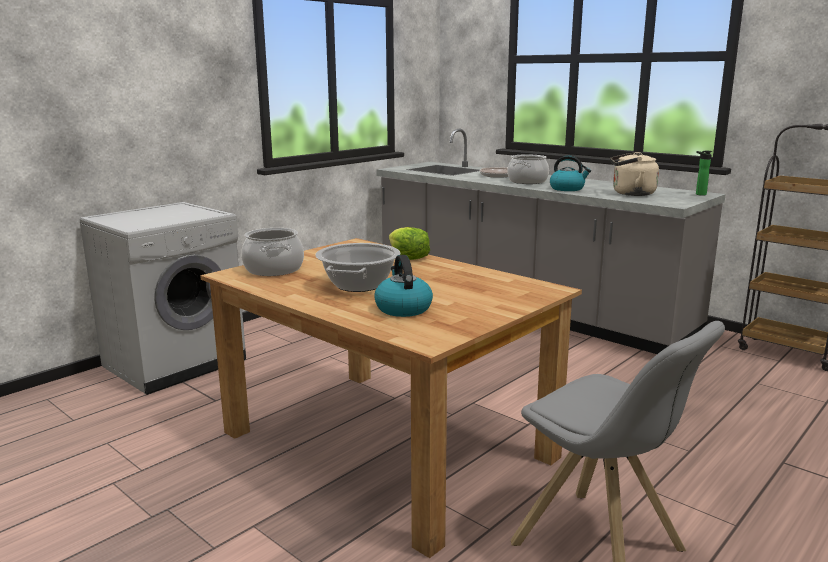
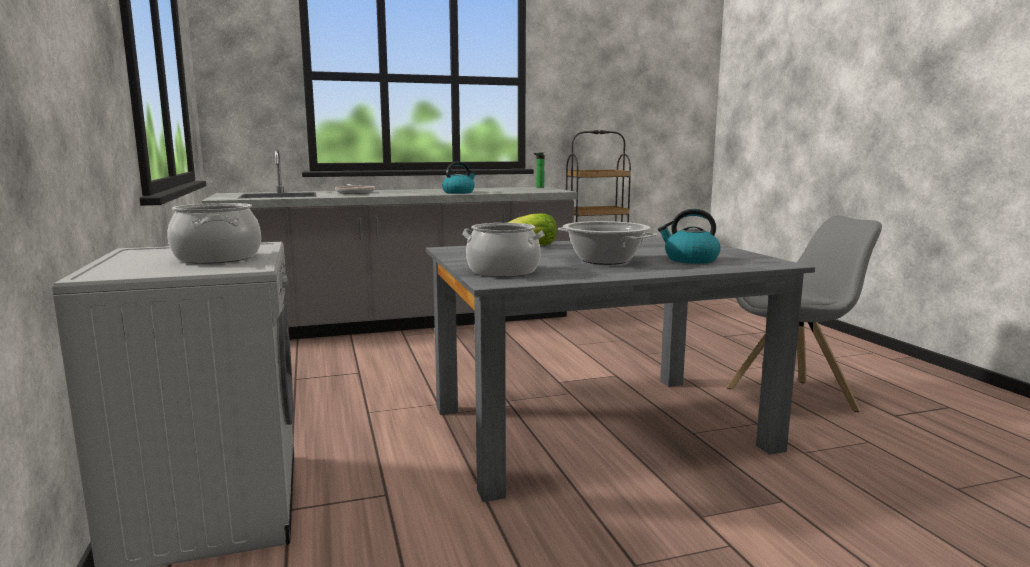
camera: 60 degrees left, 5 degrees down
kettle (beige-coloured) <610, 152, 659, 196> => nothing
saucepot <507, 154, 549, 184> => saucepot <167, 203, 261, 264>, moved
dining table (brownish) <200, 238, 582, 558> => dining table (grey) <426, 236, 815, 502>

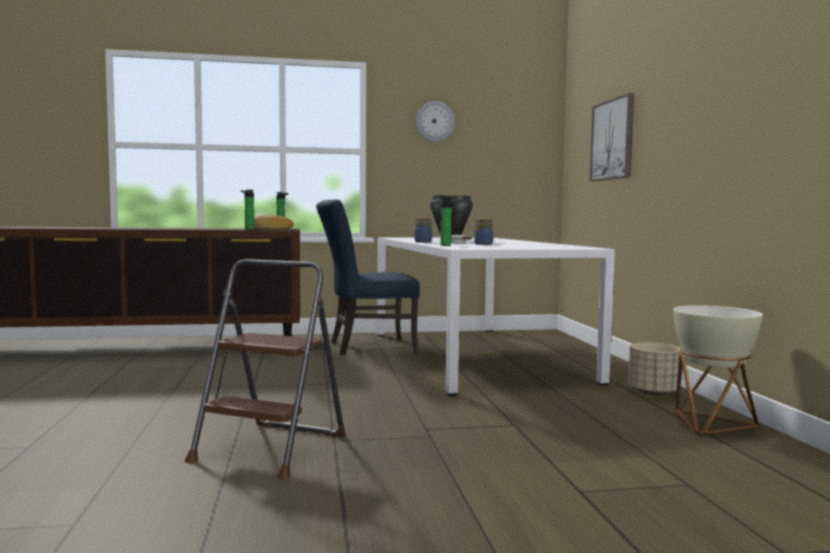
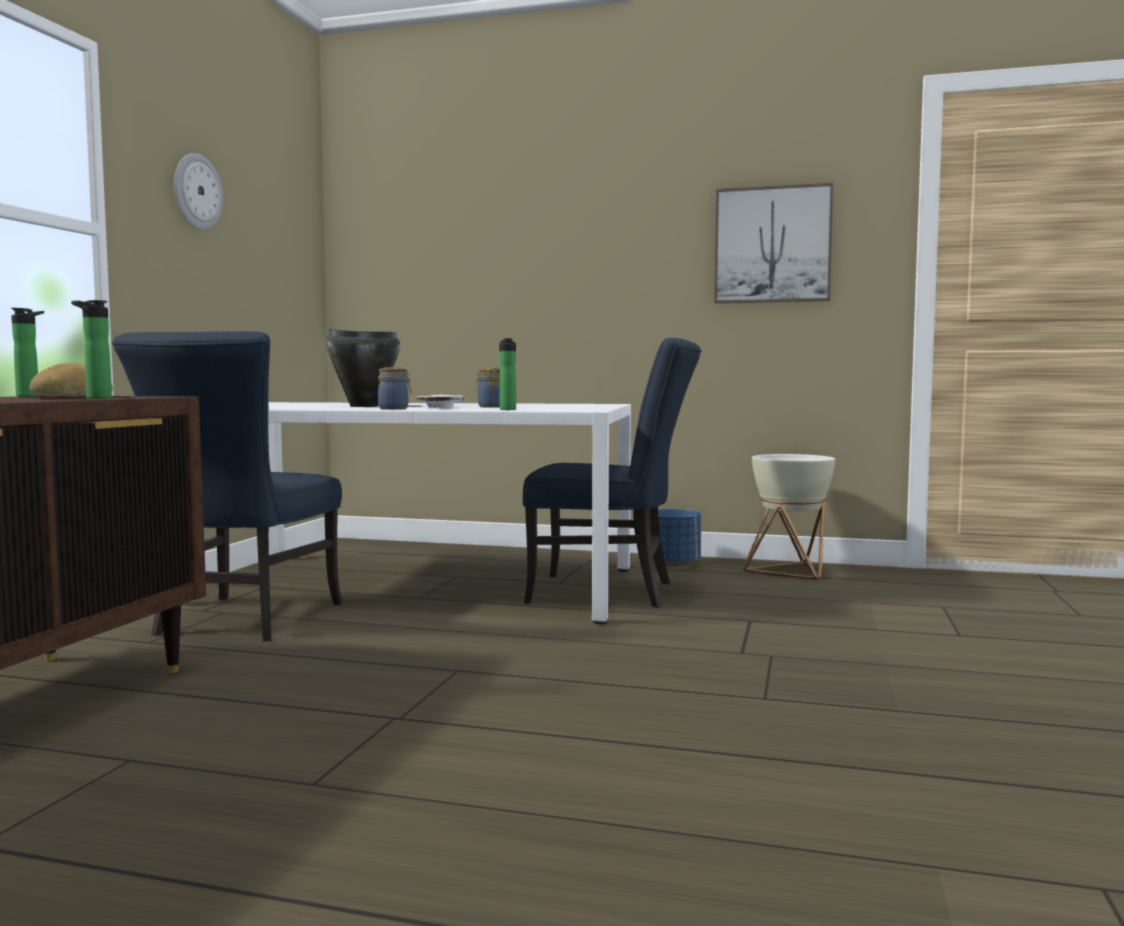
camera: 65 degrees left, 0 degrees up
stepladder (brownish) <184, 259, 345, 480> => nothing
nothing => chair (blue) <523, 338, 702, 608>
wall picture <590, 93, 634, 181> => wall picture <714, 183, 833, 303>, moved
plant pot (beige-coloured) <628, 343, 681, 396> => plant pot (blue) <653, 509, 701, 567>

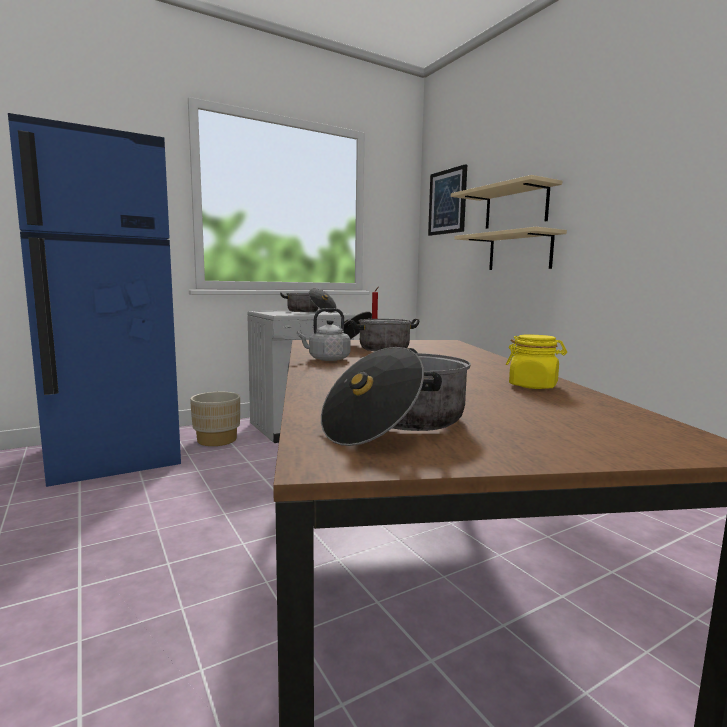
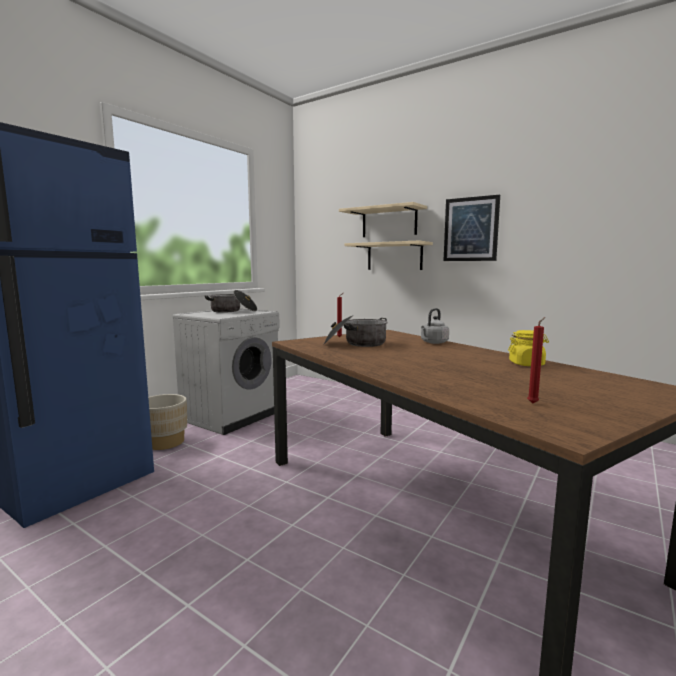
camera: 25 degrees left, 0 degrees up
kettle (grey) <297, 308, 351, 361> => kettle (grey) <421, 308, 449, 344>, moved
wall picture <428, 164, 467, 236> => wall picture <444, 195, 500, 261>, moved
saucepot <321, 347, 471, 446> => candle (red) <527, 317, 546, 403>

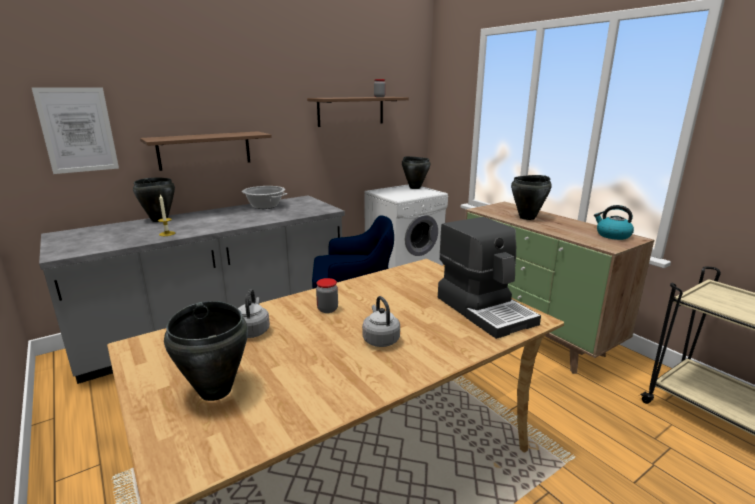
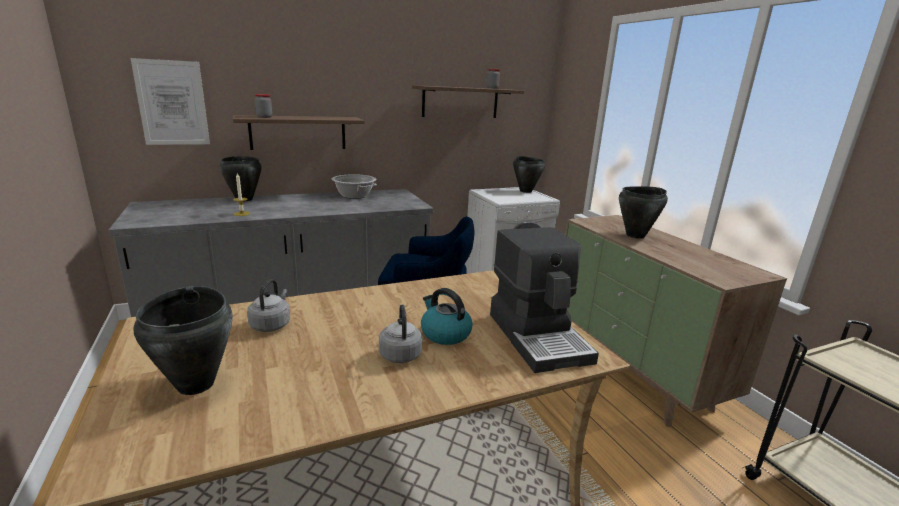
camera: 10 degrees right, 0 degrees up
preserve jar <316, 278, 338, 313> => preserve jar <255, 94, 272, 118>, moved
kettle <594, 205, 634, 240> => kettle <421, 288, 473, 345>, moved

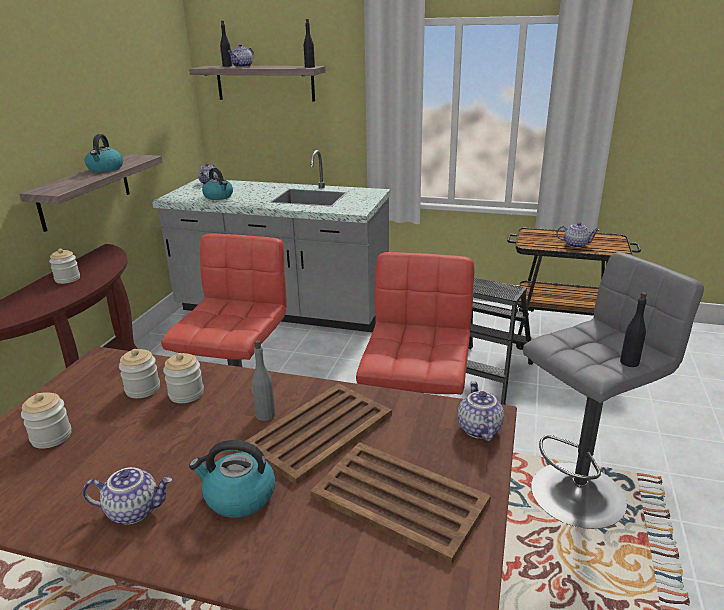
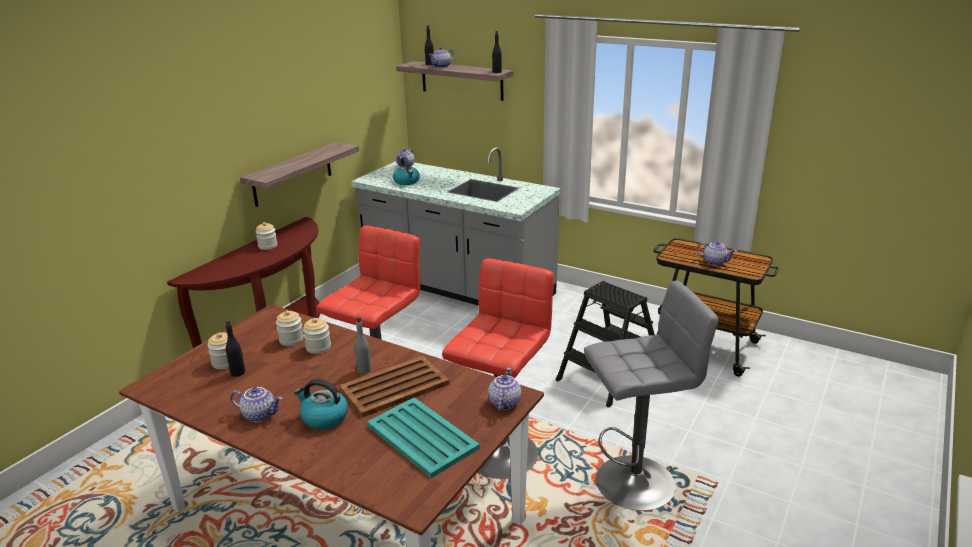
camera: 15 degrees right, 0 degrees up
kettle <85, 134, 123, 172> => nothing
bottle (blackish) <620, 292, 647, 367> => bottle (blackish) <225, 319, 245, 377>, moved
tray (brownish) <311, 442, 491, 565> => tray (blue-green) <367, 397, 480, 478>

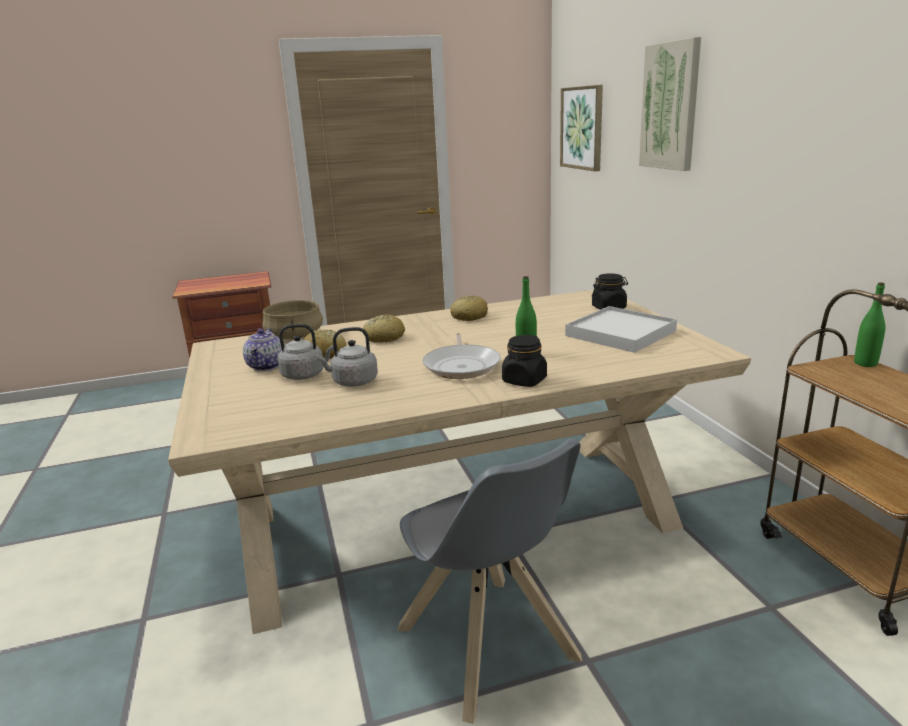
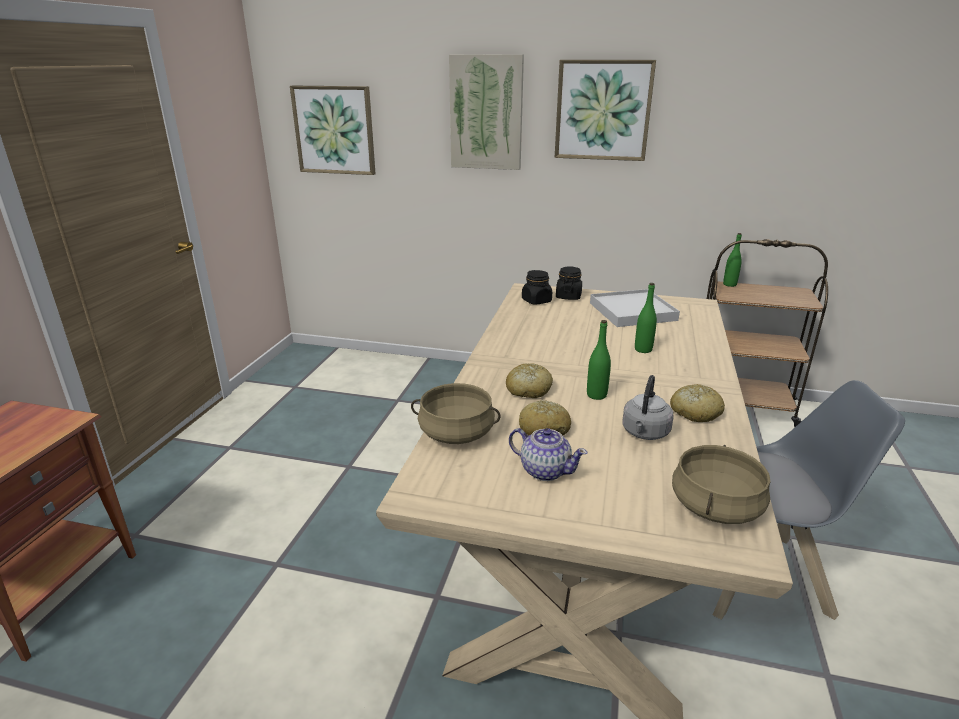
camera: 60 degrees left, 5 degrees up
kettle (grey) <277, 324, 334, 380> => nothing
pan <422, 333, 500, 379> => nothing
nothing => wall picture <555, 60, 656, 161>
nothing => bottle (green) <587, 320, 611, 400>
nothing => saucepot (beige-coloured) <672, 445, 771, 524>
baked bread <450, 296, 488, 321> => baked bread <670, 384, 725, 422>, moved
preserve jar (blackish) <502, 335, 547, 387> => preserve jar (blackish) <522, 270, 552, 305>, moved

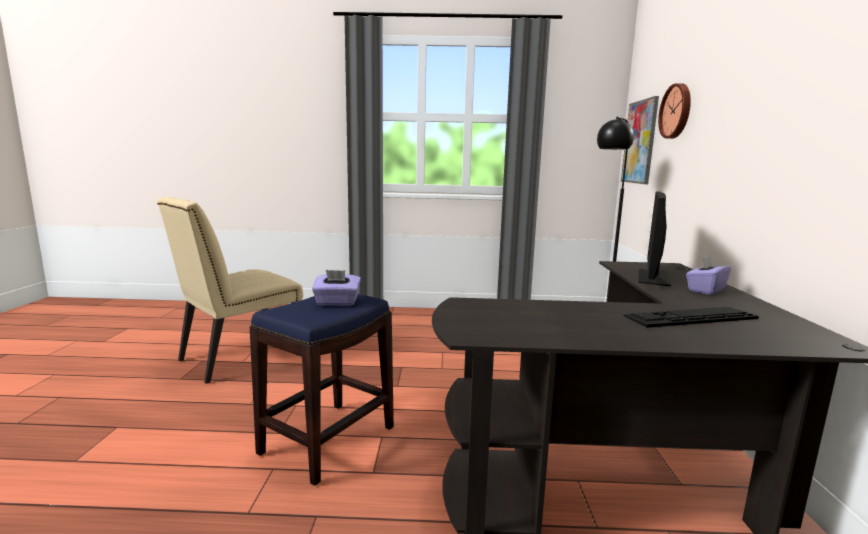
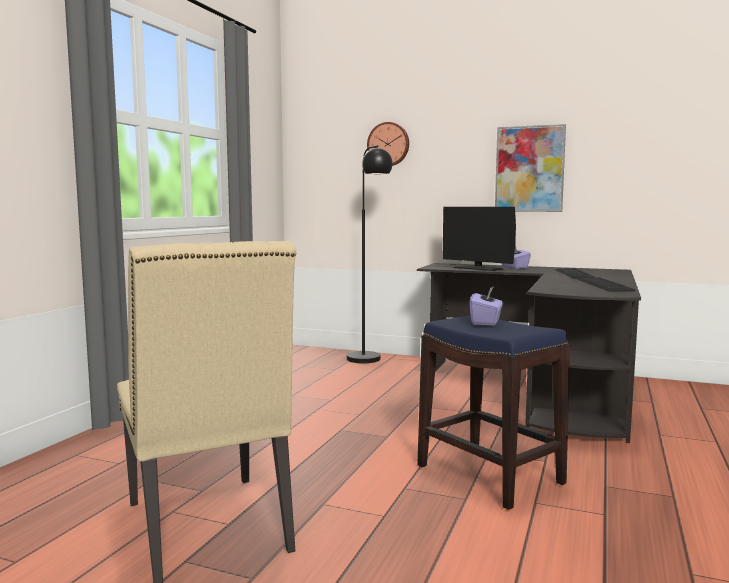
camera: 70 degrees left, 5 degrees down
nothing => computer keyboard <578, 277, 636, 292>
wall picture <621, 96, 659, 184> => wall picture <495, 124, 566, 212>, moved

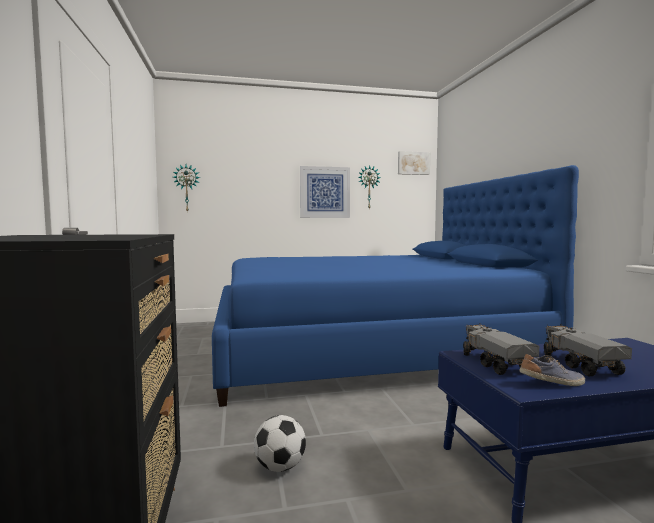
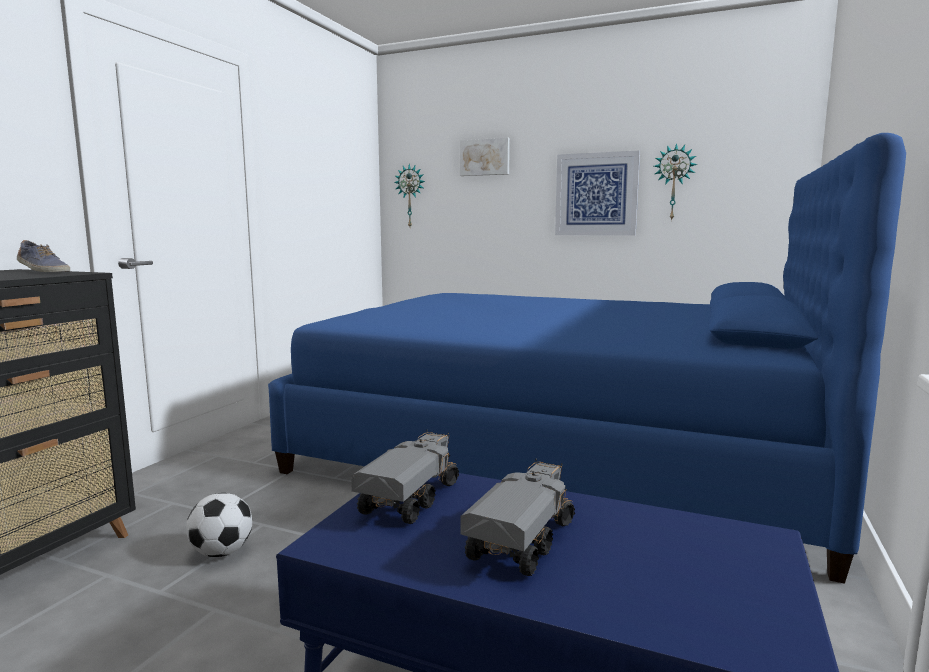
camera: 35 degrees right, 5 degrees up
wall picture <398, 151, 430, 175> => wall picture <459, 138, 510, 176>, moved
low shoe <520, 354, 585, 386> => low shoe <17, 240, 70, 272>, moved

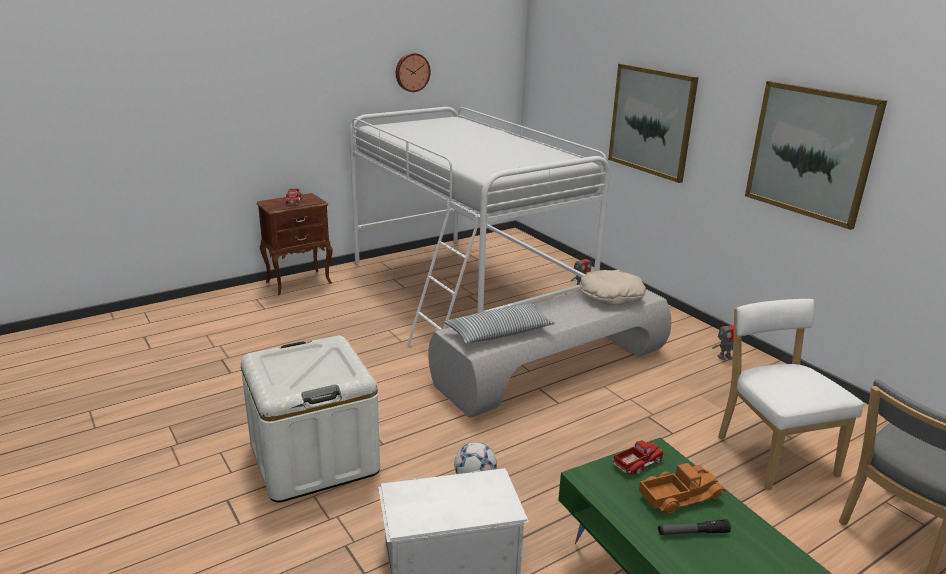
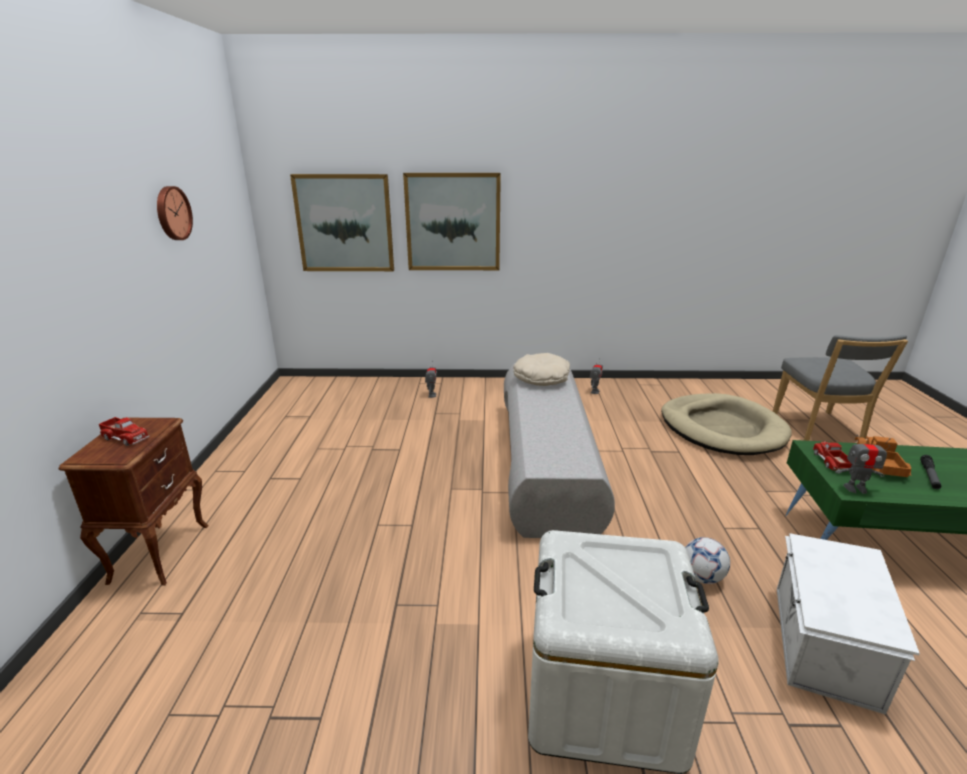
camera: 55 degrees left, 0 degrees up
sleeping bed (white) <349, 107, 610, 346> => nothing
pillow <444, 303, 555, 344> => nothing
nothing => robot figure <835, 435, 891, 494>
wall picture <745, 81, 887, 230> => wall picture <290, 174, 394, 271>, moved
chair (white) <718, 299, 864, 490> => dog bed (beige-coloured) <661, 393, 792, 455>

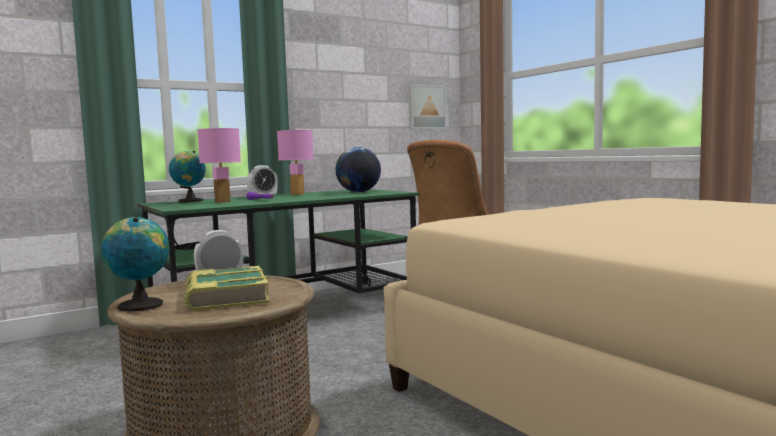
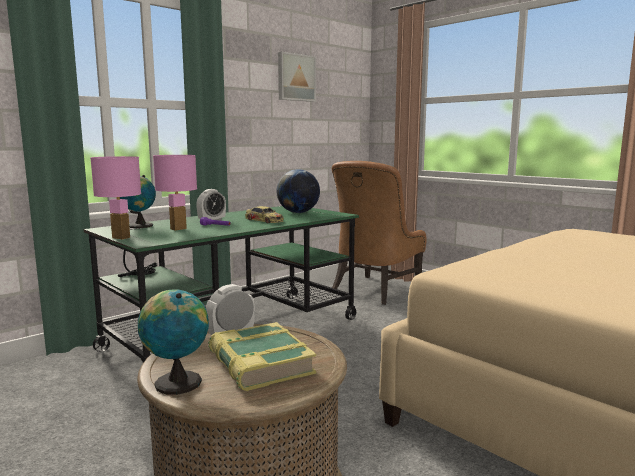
camera: 10 degrees left, 5 degrees up
nothing => model car <245, 206, 284, 224>
lamp for a table (pink) <277, 130, 313, 195> => lamp for a table (pink) <90, 156, 141, 239>, moved
wall picture <408, 84, 447, 129> => wall picture <278, 52, 316, 102>, moved

